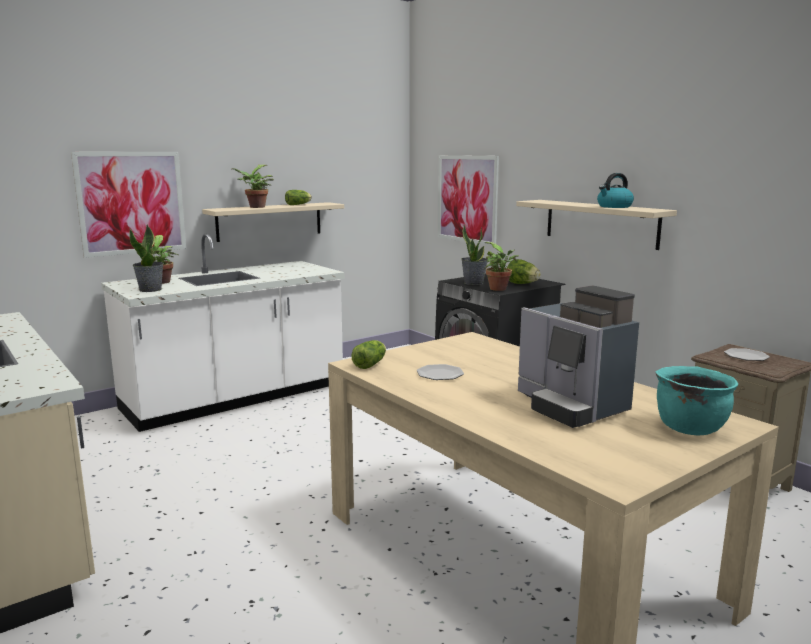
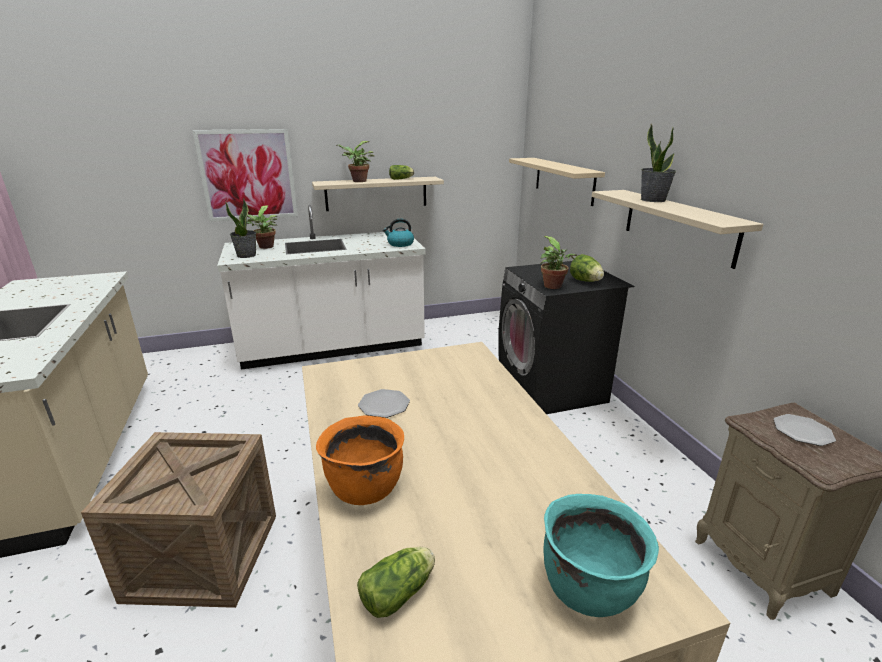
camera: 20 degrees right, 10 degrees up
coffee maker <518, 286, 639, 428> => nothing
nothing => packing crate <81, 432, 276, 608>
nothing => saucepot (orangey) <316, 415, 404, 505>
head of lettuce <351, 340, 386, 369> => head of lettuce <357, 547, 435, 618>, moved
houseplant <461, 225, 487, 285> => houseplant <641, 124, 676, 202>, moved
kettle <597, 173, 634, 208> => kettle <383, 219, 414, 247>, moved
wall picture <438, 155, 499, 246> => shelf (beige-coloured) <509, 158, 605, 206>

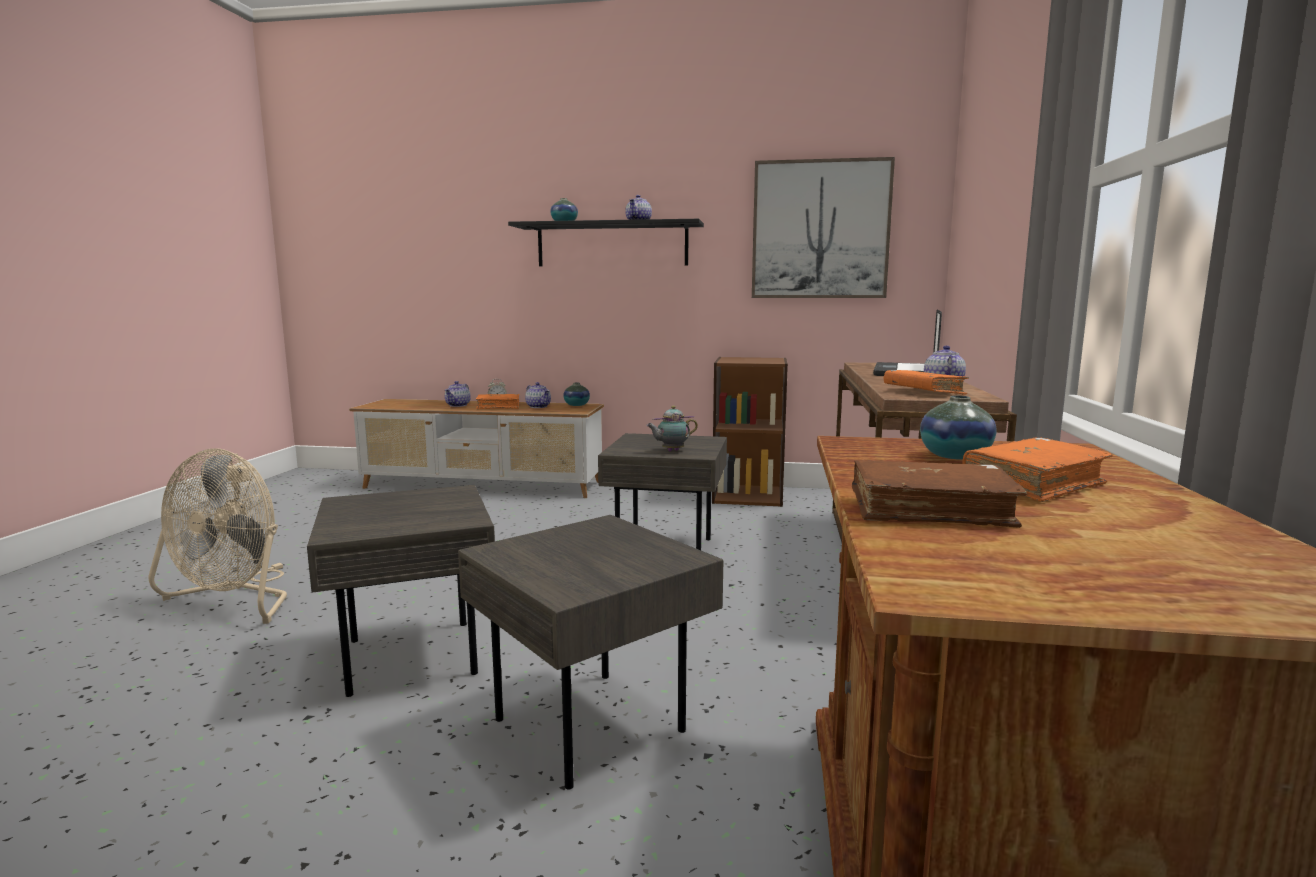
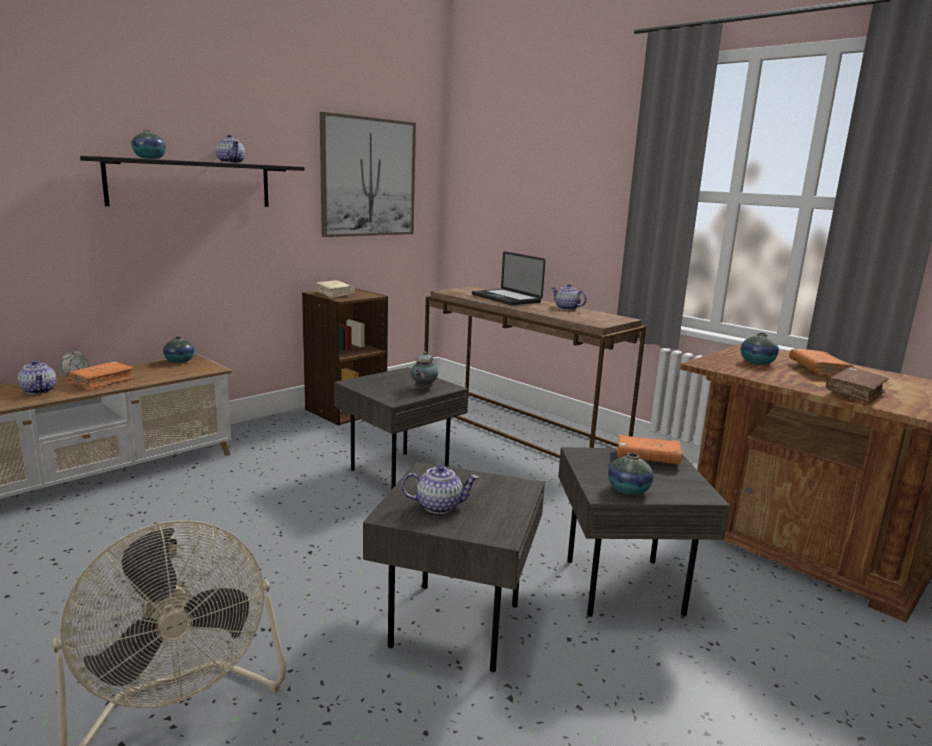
camera: 55 degrees left, 5 degrees up
nothing => book (beige-coloured) <316, 280, 355, 298>
nothing => vase <608, 453, 654, 495>
teapot <525, 382, 551, 408> => teapot <401, 465, 479, 514>, moved
book (orangey) <884, 370, 969, 395> => book (orangey) <616, 435, 683, 465>, moved

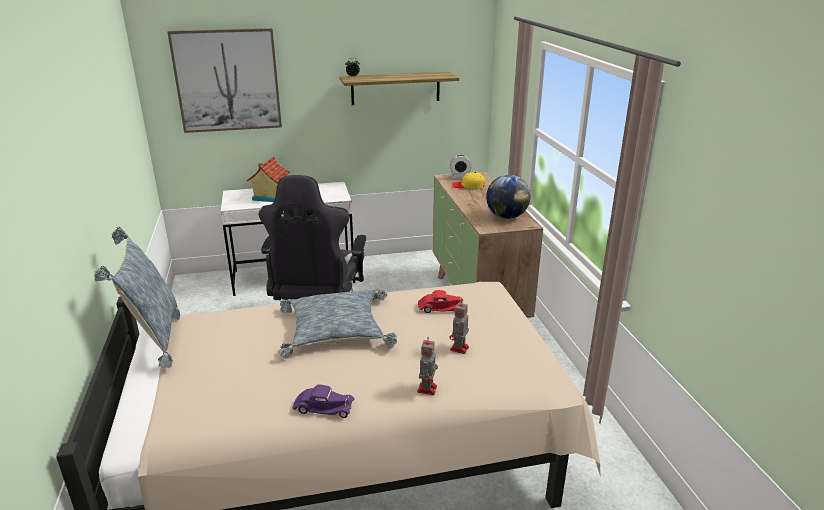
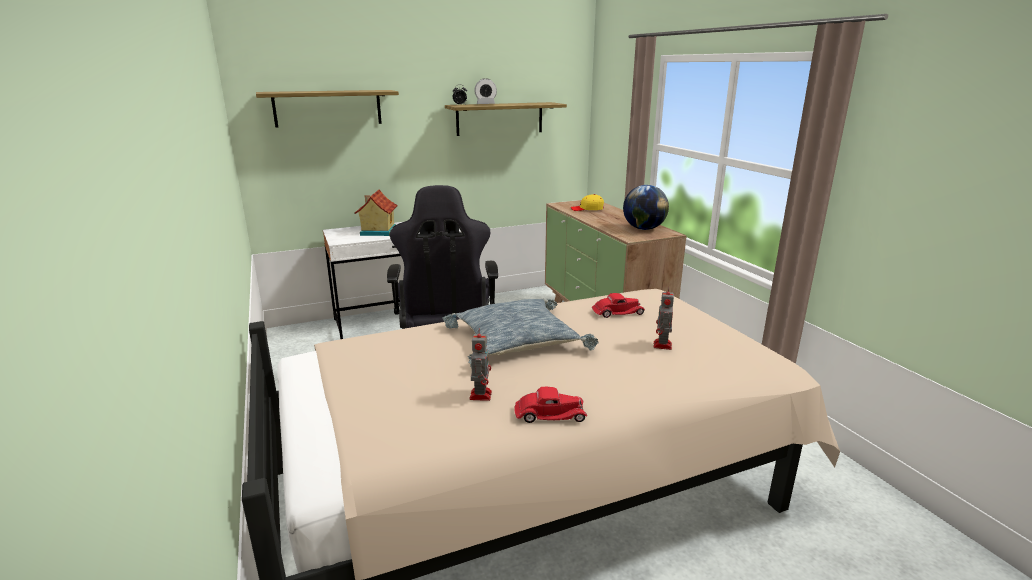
camera: 10 degrees left, 5 degrees down
pillow <94, 226, 180, 368> => nothing
robot figure <417, 337, 438, 395> => robot figure <469, 329, 492, 401>, moved
alarm clock <450, 155, 472, 179> => alarm clock <474, 78, 497, 104>, moved
wall picture <167, 28, 282, 133> => shelf <256, 90, 399, 127>
model car (purple-coloured) <293, 385, 355, 418> => model car (red) <514, 387, 587, 423>

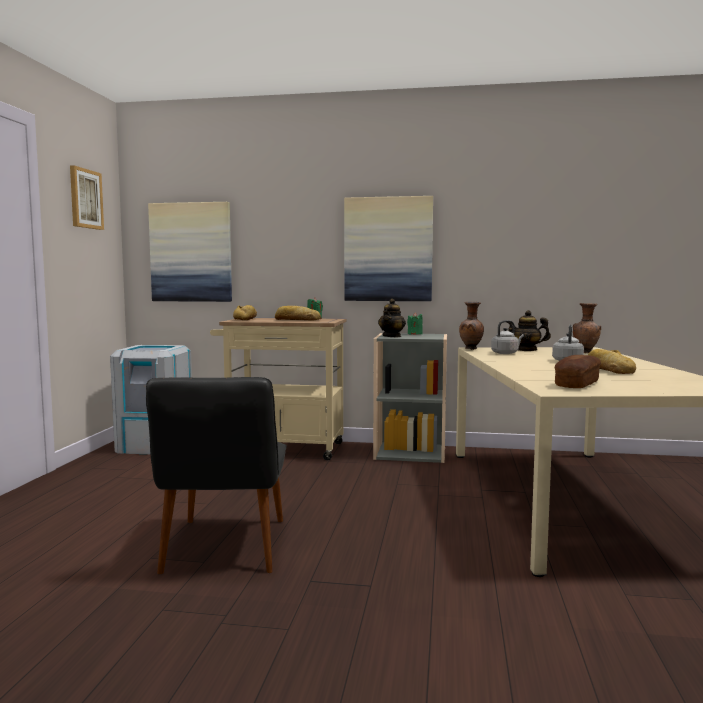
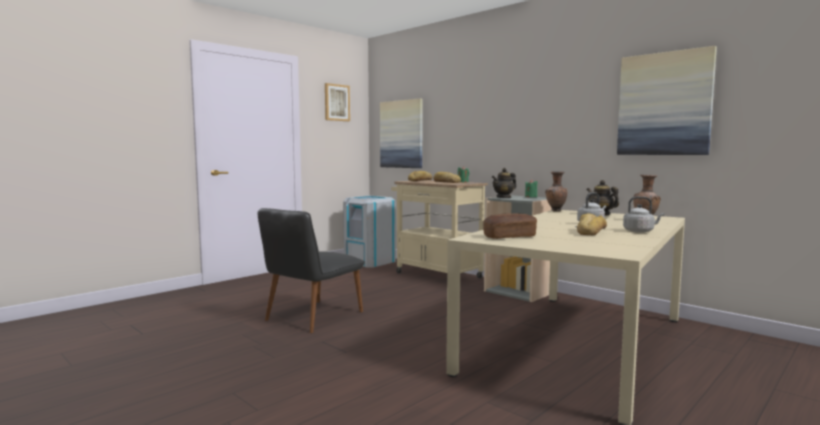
camera: 35 degrees right, 0 degrees up
wall picture <344, 196, 433, 301> => wall picture <617, 46, 717, 155>, moved
kettle (grey) <491, 320, 524, 354> => kettle (grey) <623, 196, 664, 233>, moved

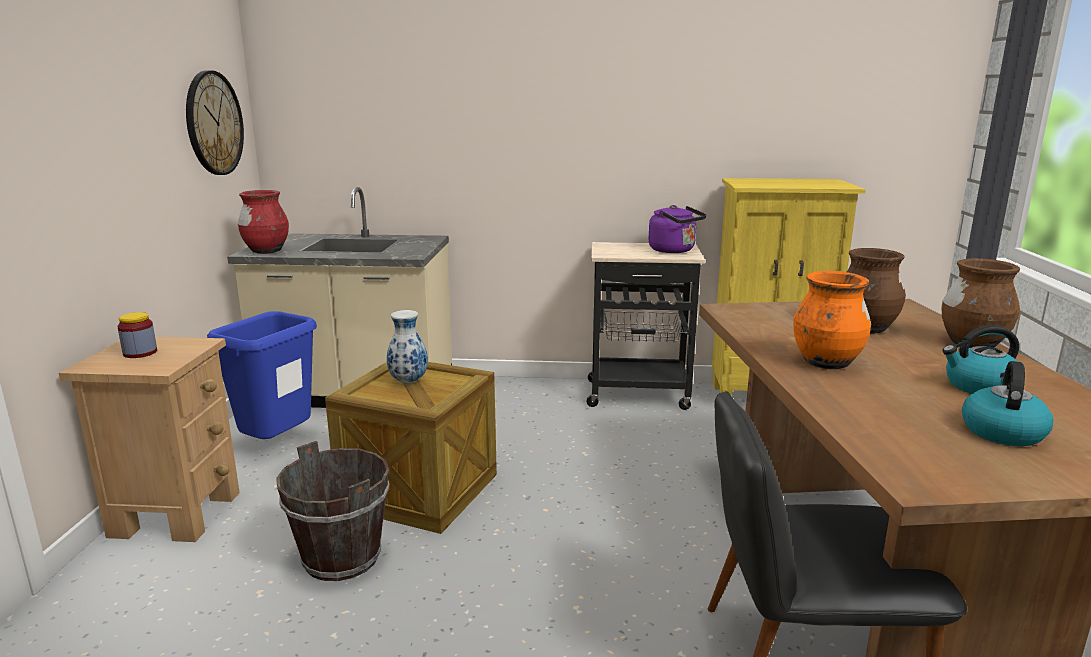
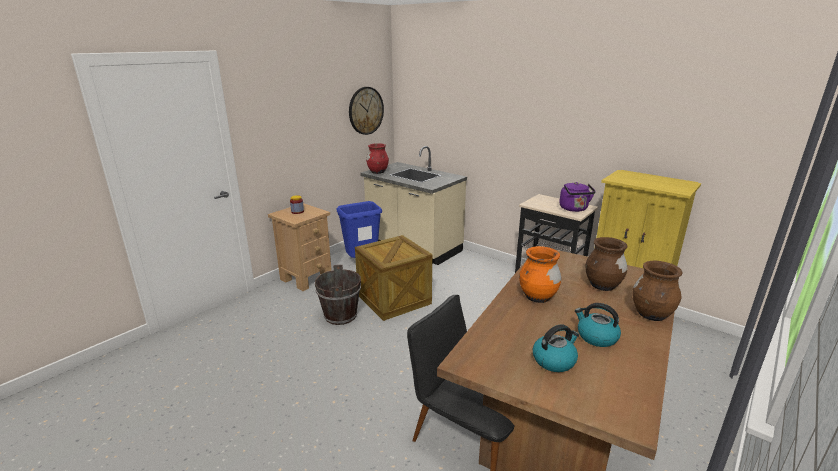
camera: 35 degrees right, 5 degrees up
vase <387, 310, 428, 384> => nothing

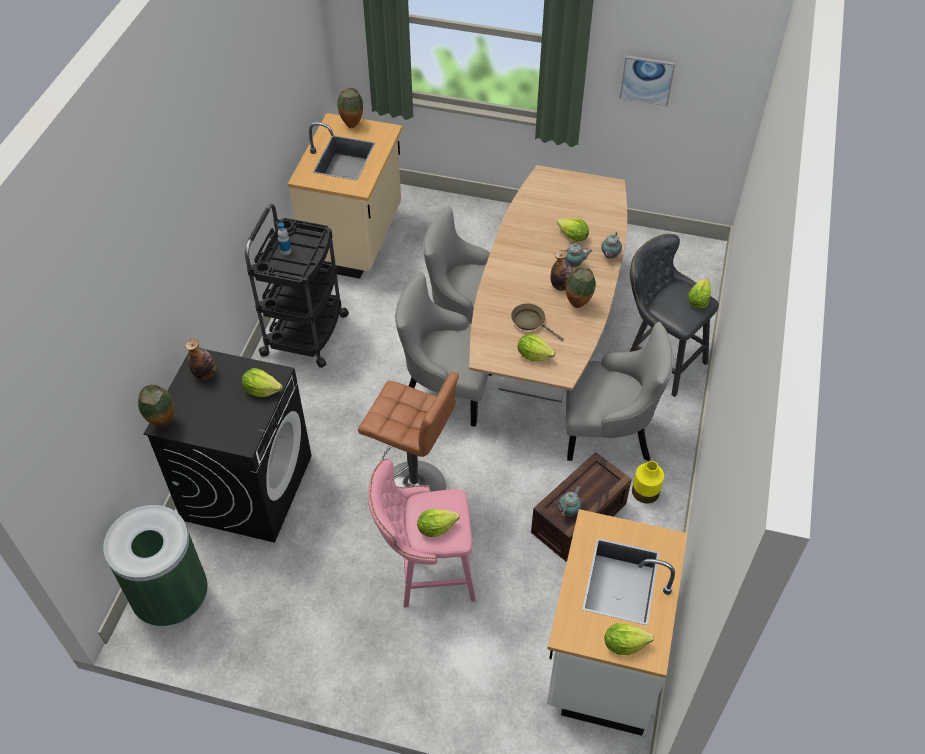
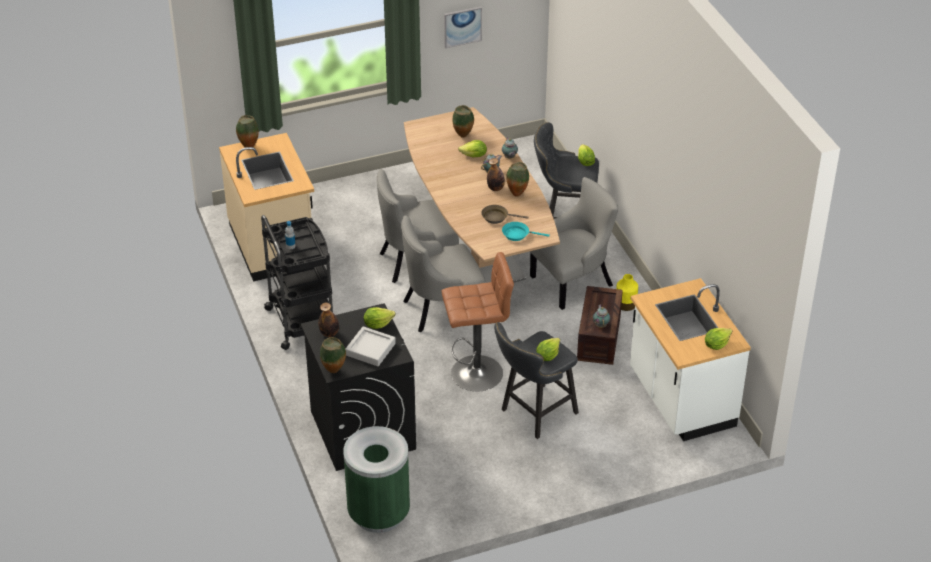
camera: 35 degrees left, 10 degrees down
nothing => tray (grey) <345, 326, 396, 366>
nothing => vase <453, 105, 474, 138>
head of lettuce <518, 333, 556, 362> => pan (blue-green) <502, 222, 550, 241>
stool seat (pink) <368, 459, 476, 608> => stool seat (grey) <494, 322, 579, 439>

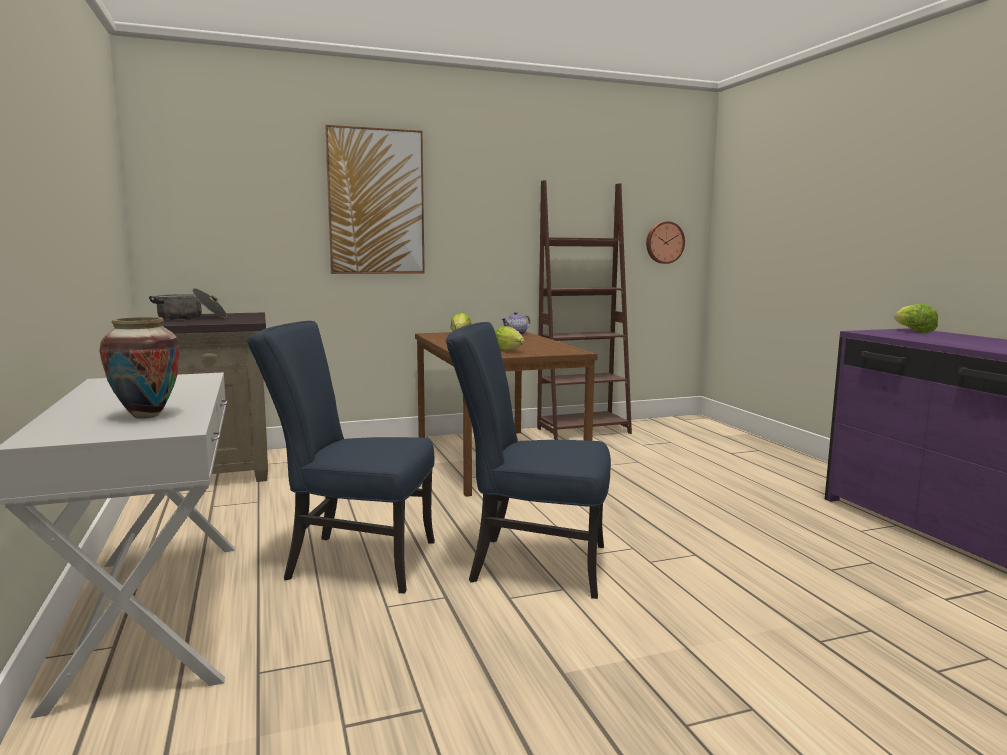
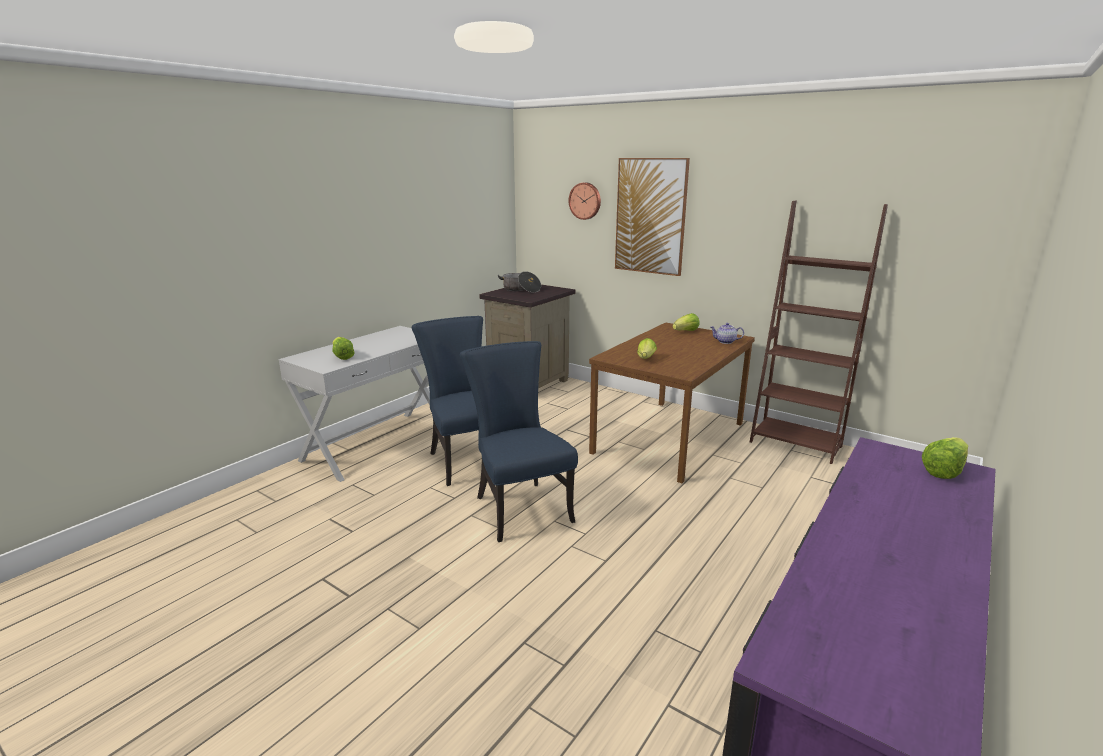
camera: 55 degrees right, 10 degrees up
hanging clock <646, 221, 685, 264> => hanging clock <569, 182, 601, 220>, moved
vase <99, 317, 180, 419> => head of lettuce <332, 337, 354, 360>

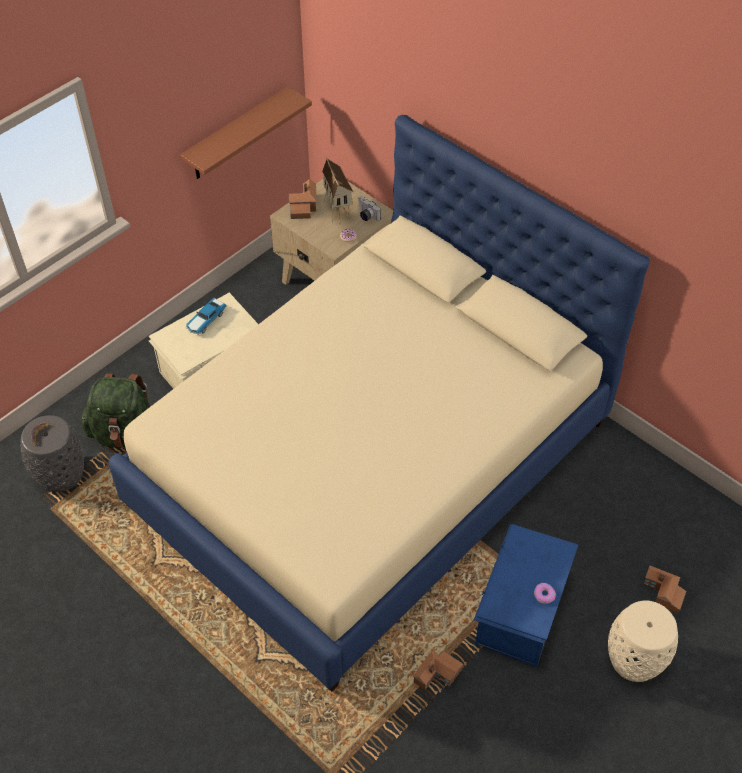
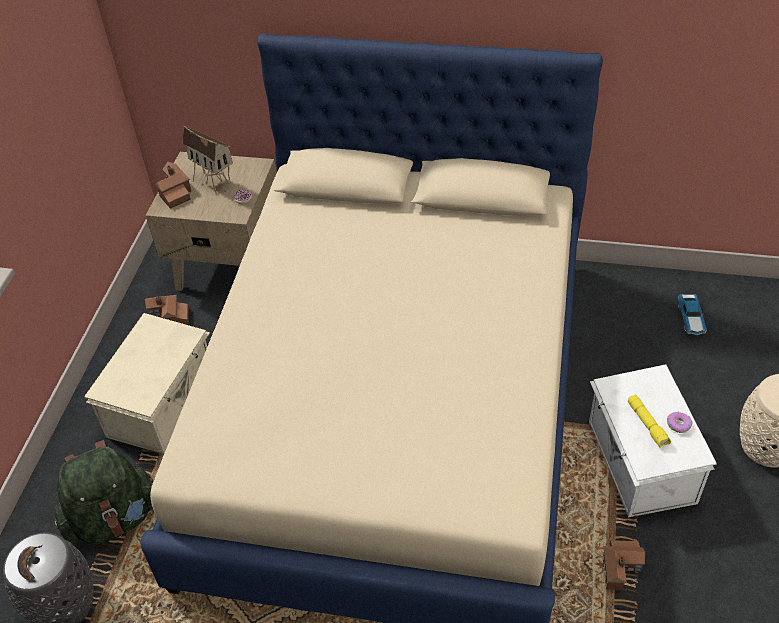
camera: 30 degrees left, 5 degrees down
shelf (brownish) <180, 87, 312, 179> => nothing
photo camera <359, 196, 381, 221> => nothing
nothing => flashlight (yellow-coloured) <628, 395, 671, 447>
model car <186, 298, 226, 335> => model car <678, 294, 707, 335>, moved
miniature house <644, 566, 686, 614> => miniature house <145, 295, 189, 325>, moved
storage bin (blue) <474, 524, 578, 667> => storage bin (white) <589, 364, 717, 517>

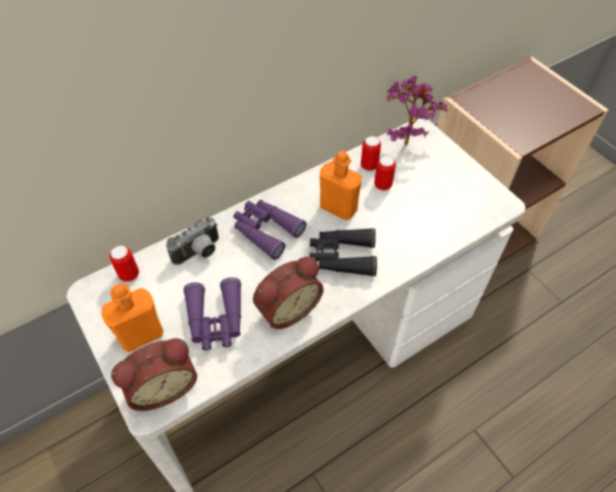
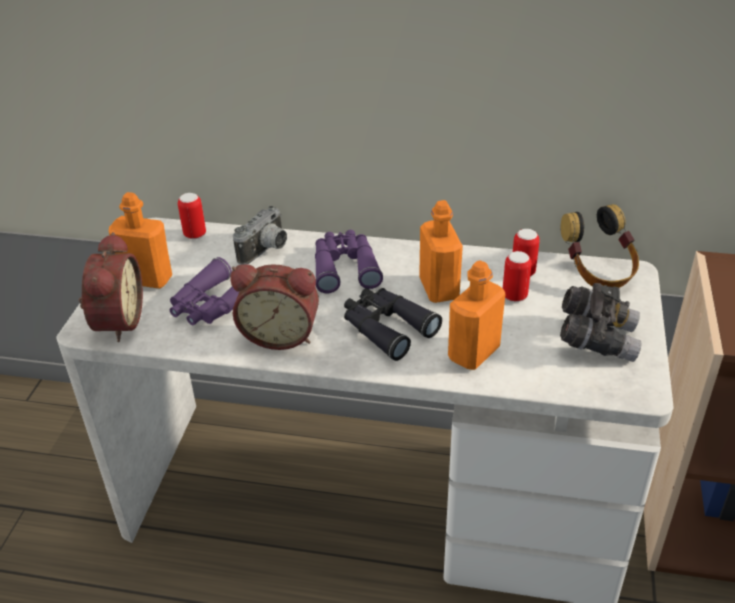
camera: 45 degrees right, 15 degrees down
nothing => bottle (orangey) <448, 260, 505, 370>
nothing => field glasses (grey) <560, 283, 641, 362>
houseplant <387, 76, 448, 146> => pair of headphones <561, 204, 639, 288>
alarm clock <111, 338, 197, 411> => alarm clock <79, 232, 143, 342>, 105 degrees counterclockwise
photo camera <166, 217, 219, 265> => photo camera <233, 206, 287, 265>, 60 degrees counterclockwise

